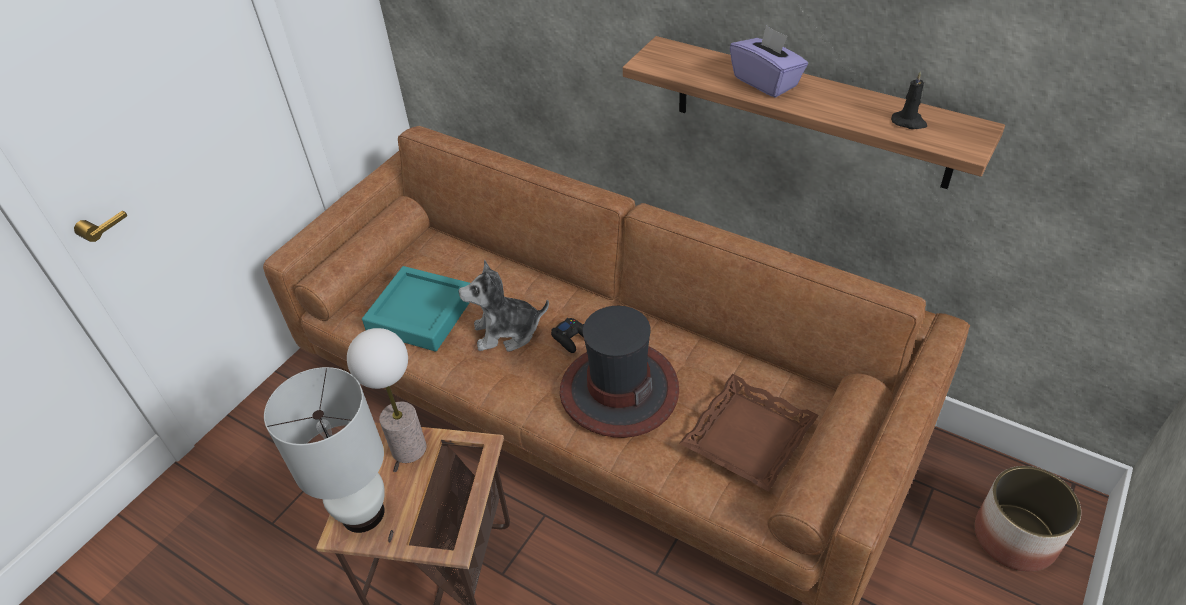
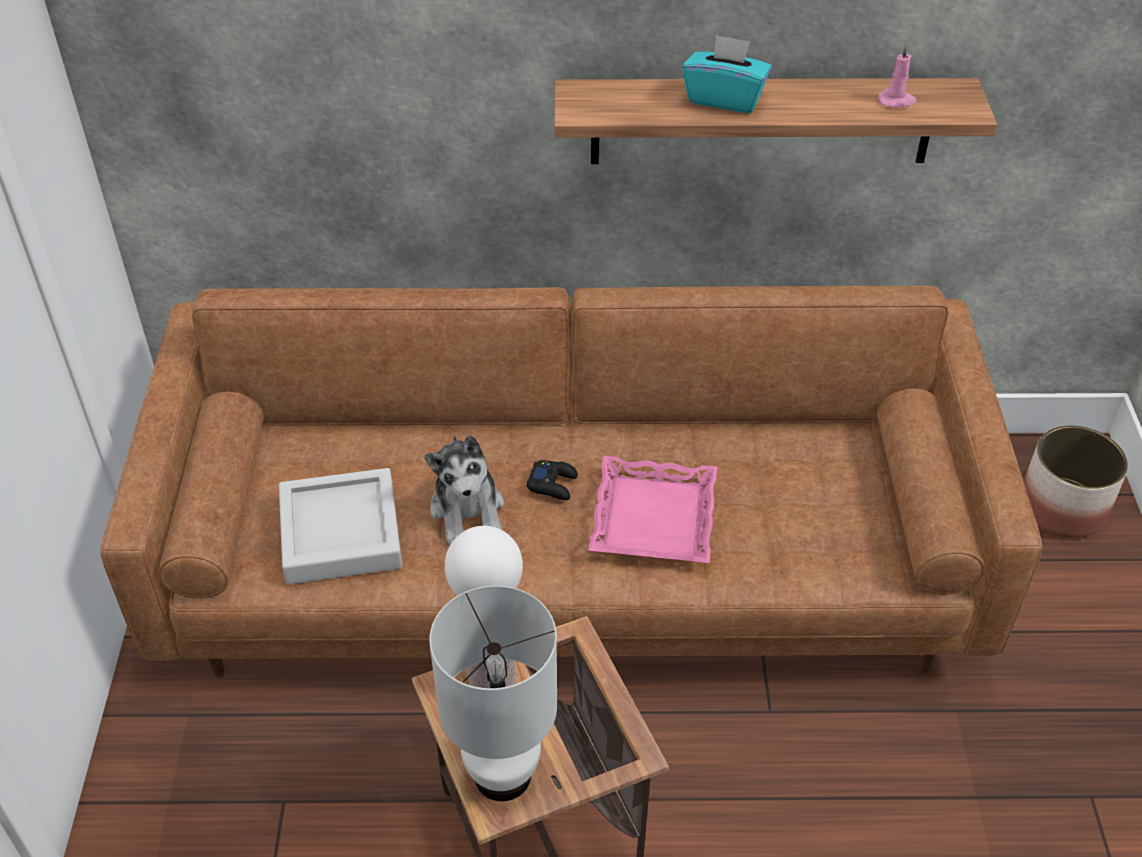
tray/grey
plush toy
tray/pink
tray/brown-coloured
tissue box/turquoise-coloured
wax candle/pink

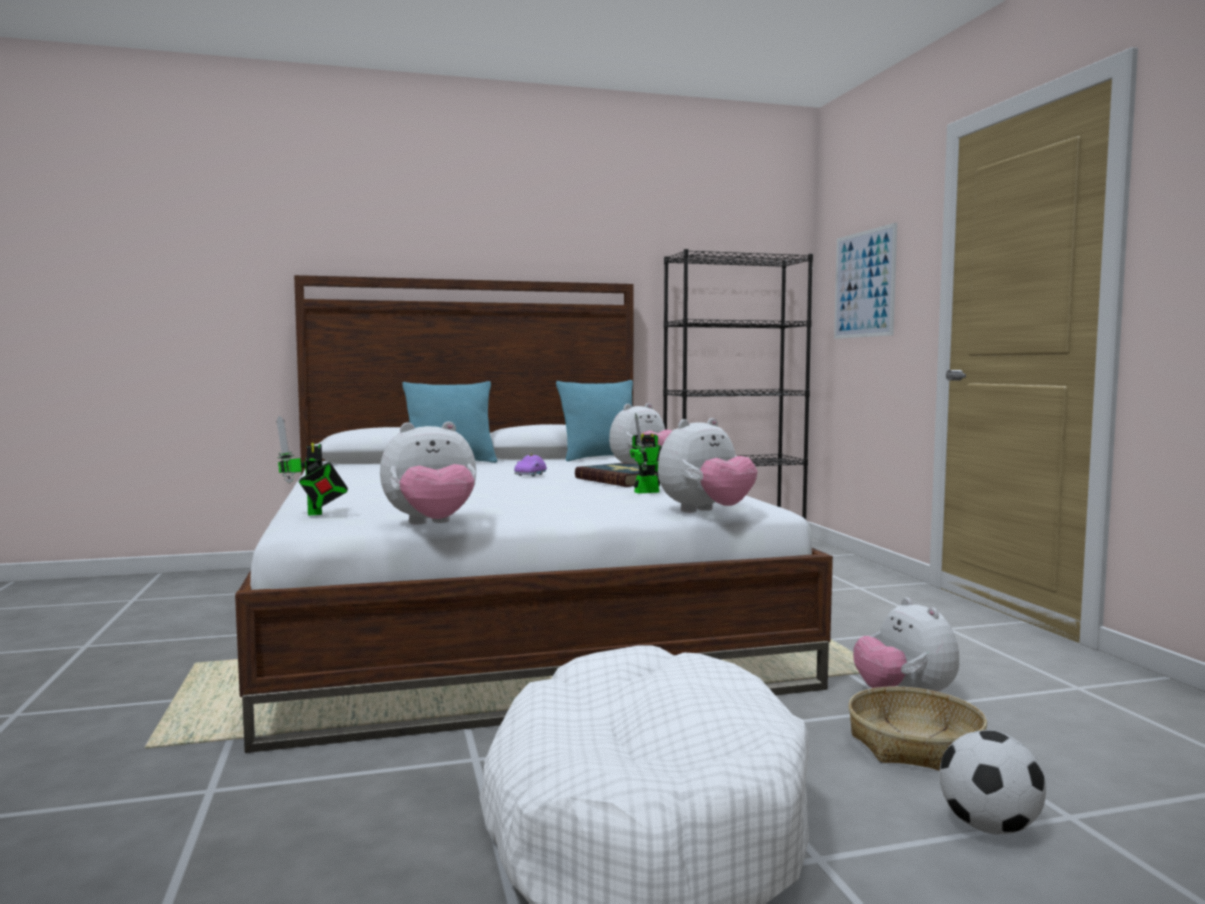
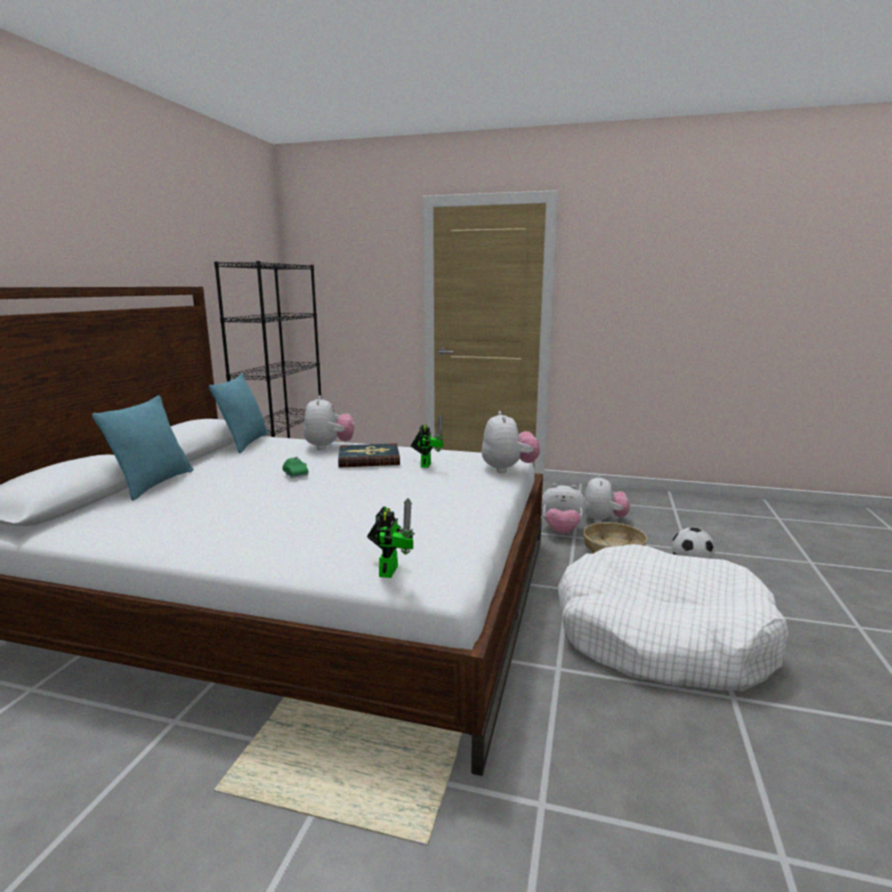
robot figure (no. 1 from left)
plush toy (no. 4 from left)
model car/greenish
wall picture

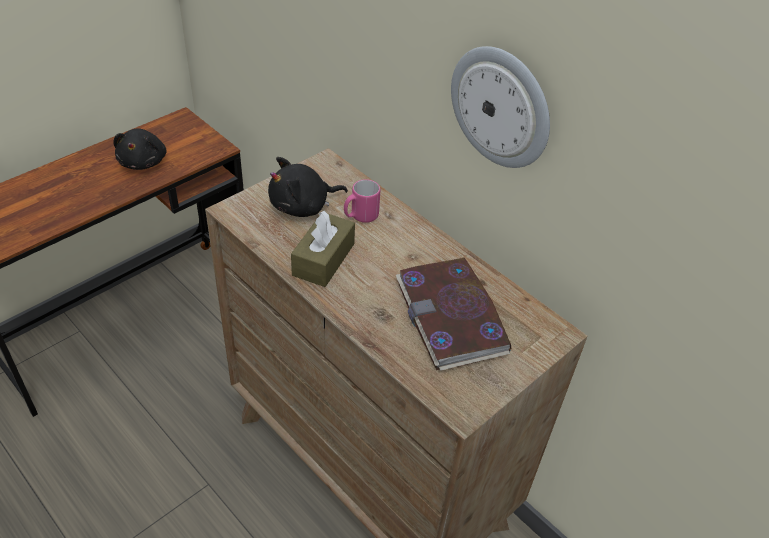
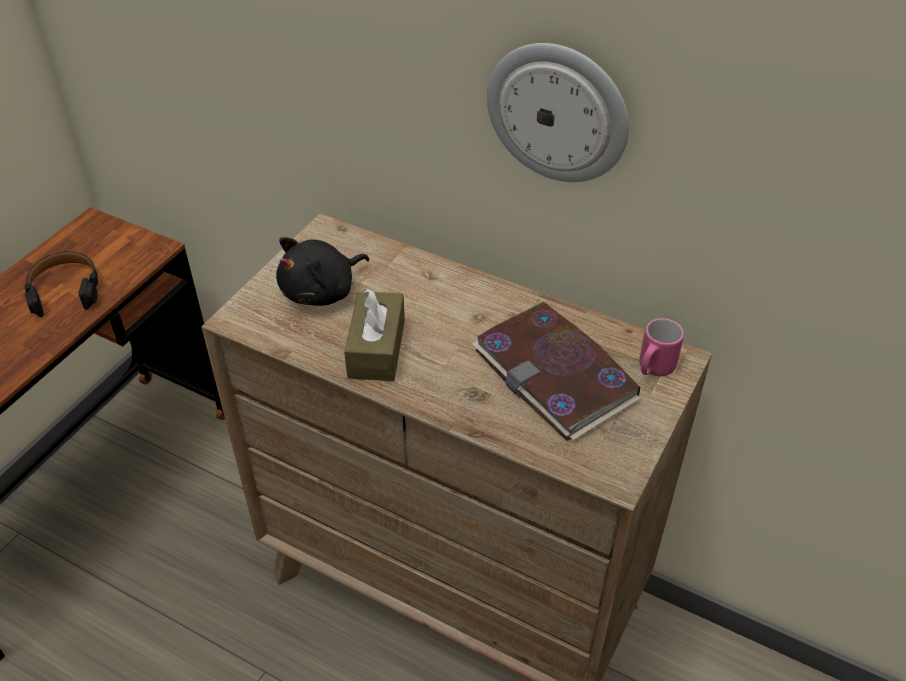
headset/black-coloured
coffee mug/pink

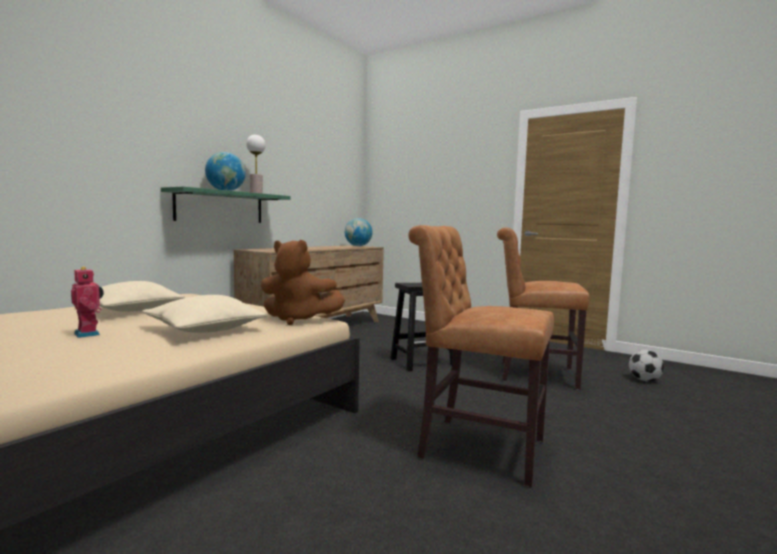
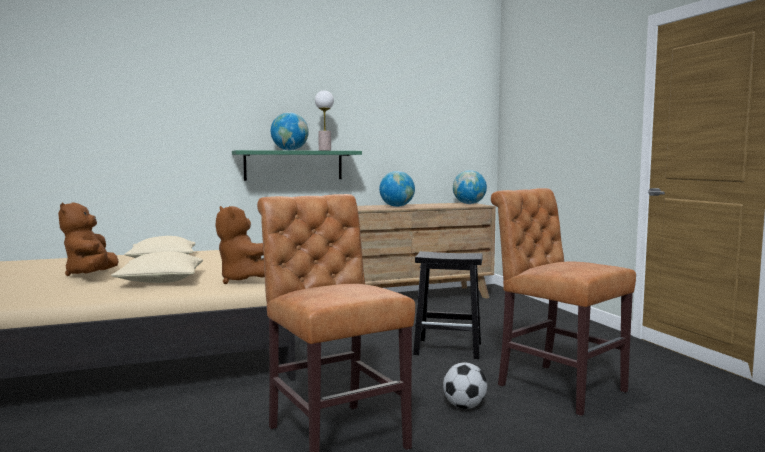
plush toy/brown-coloured (no. 1 from left)
football
desk globe (no. 2 from left)

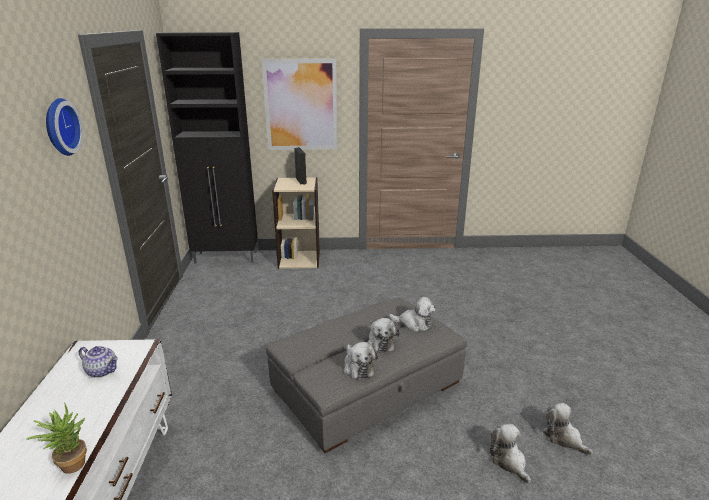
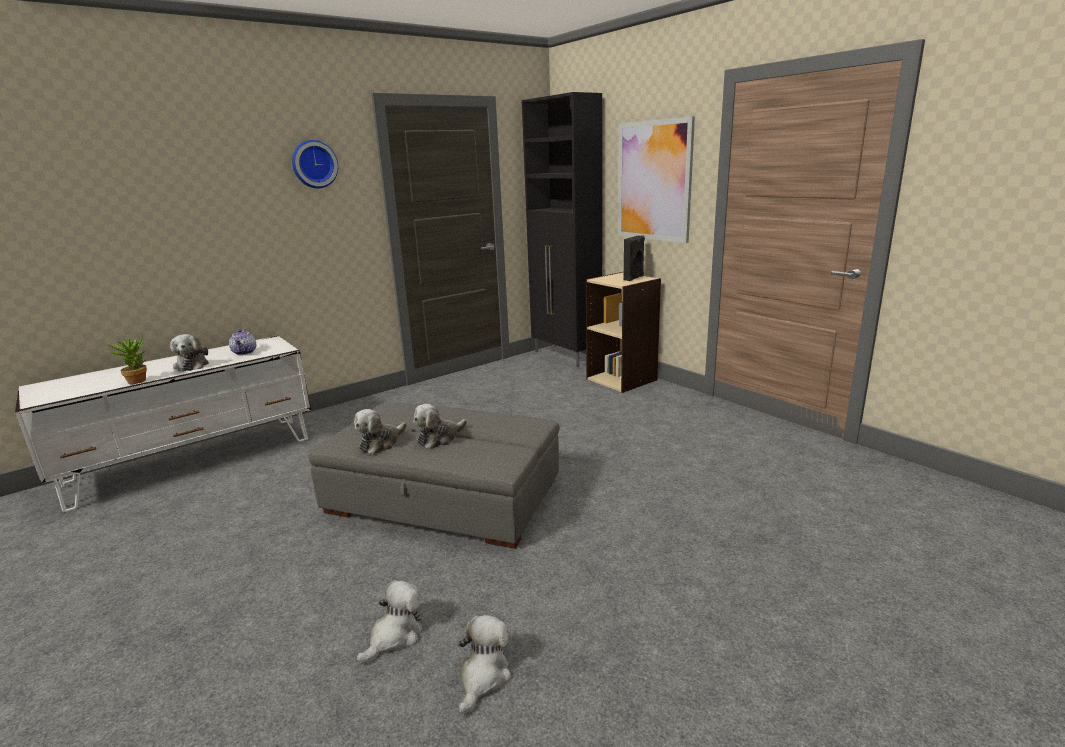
plush toy (no. 1 from left)

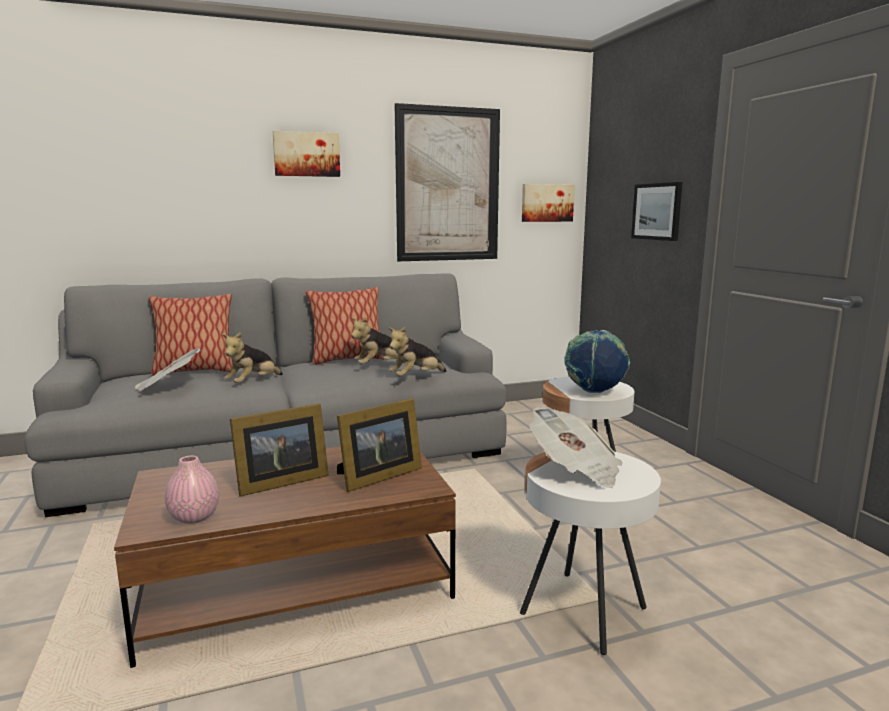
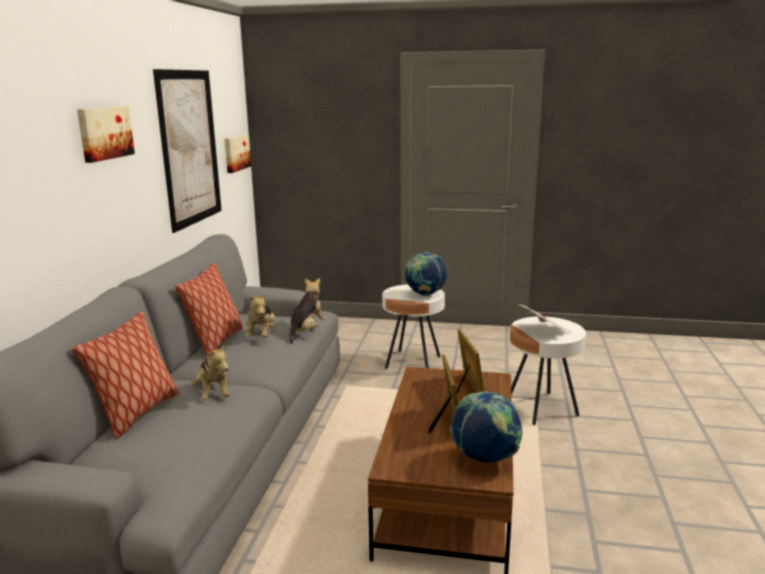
daily paper (no. 1 from left in the first image)
desk globe (no. 2 from left)
plush toy (no. 3 from left)
wall picture (no. 4 from left in the first image)

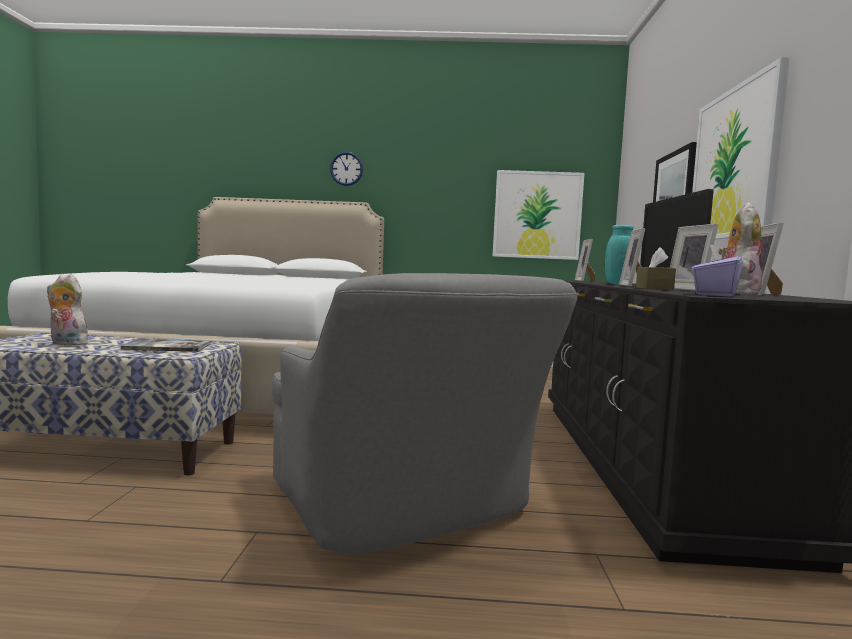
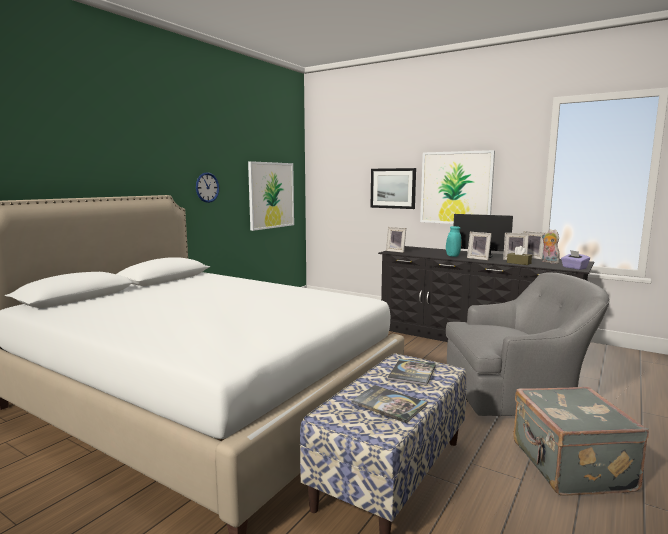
bound book (no. 1 from left)
clock on the wall
piece of luggage/grey

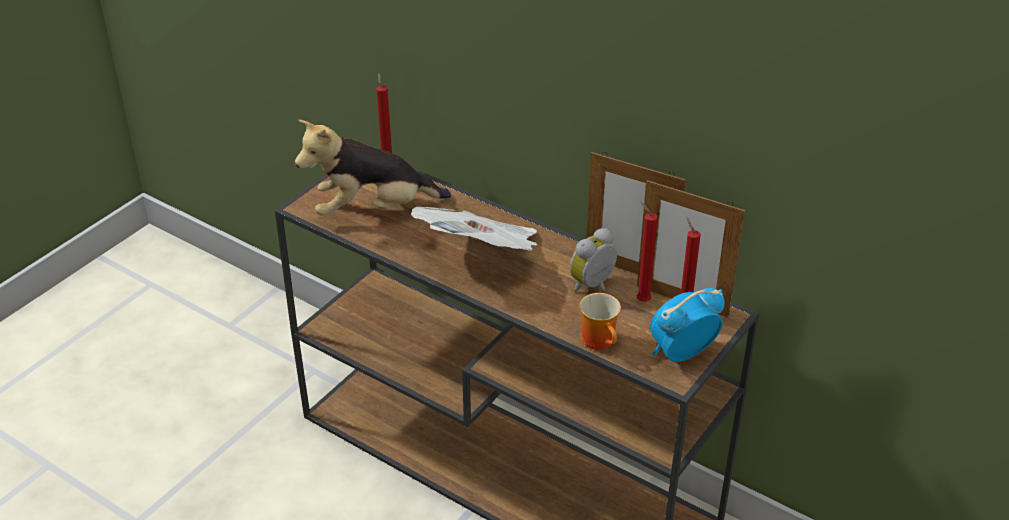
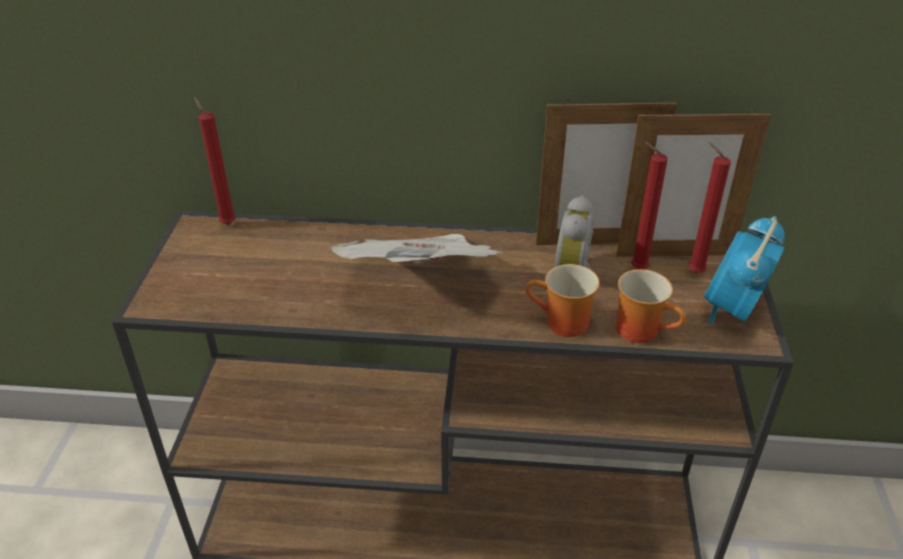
plush toy
coffee mug (no. 1 from left)

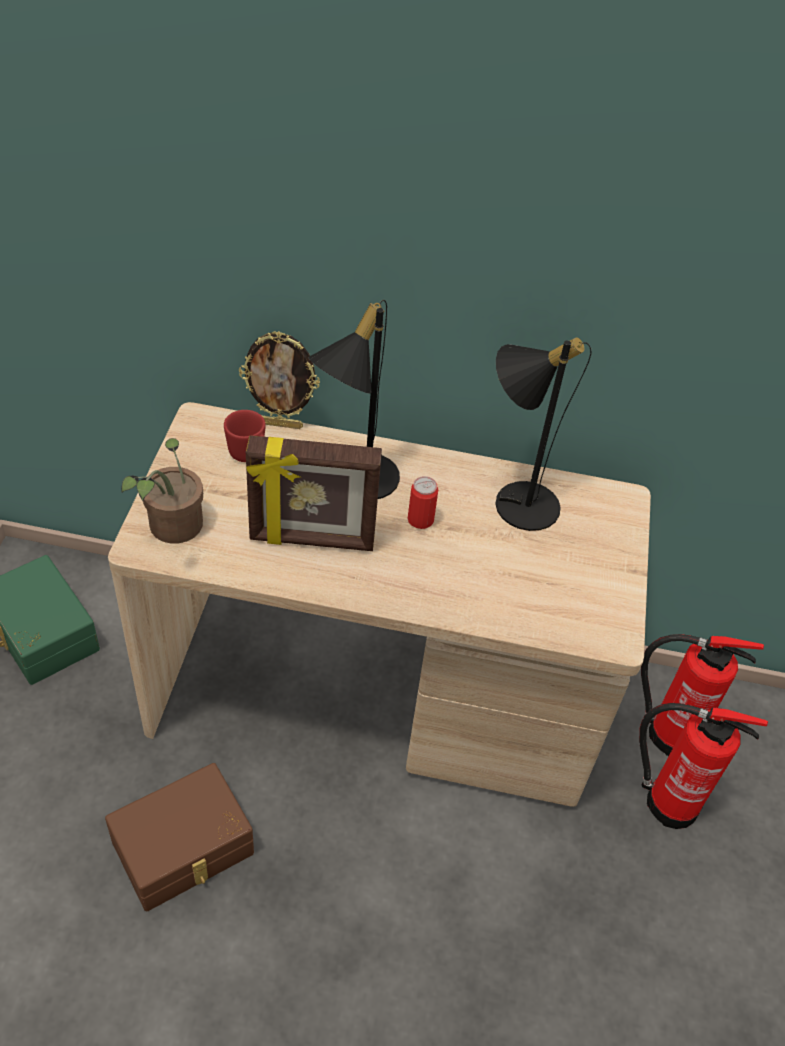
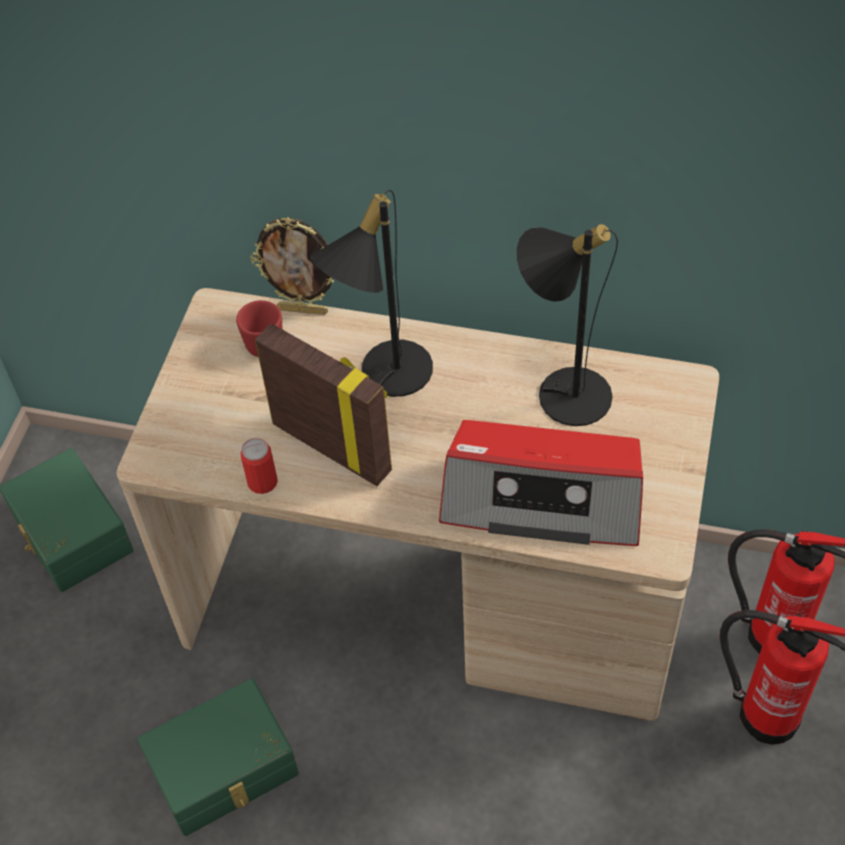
storage box/greenish (no. 2 from left)
plant in a pot
picture frame (no. 2 from left)
can
radio set

